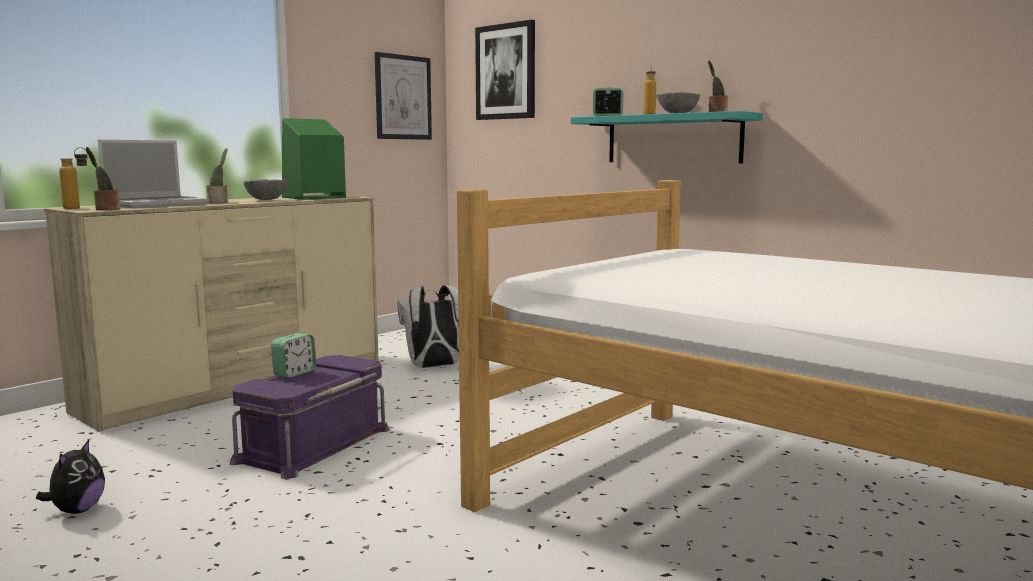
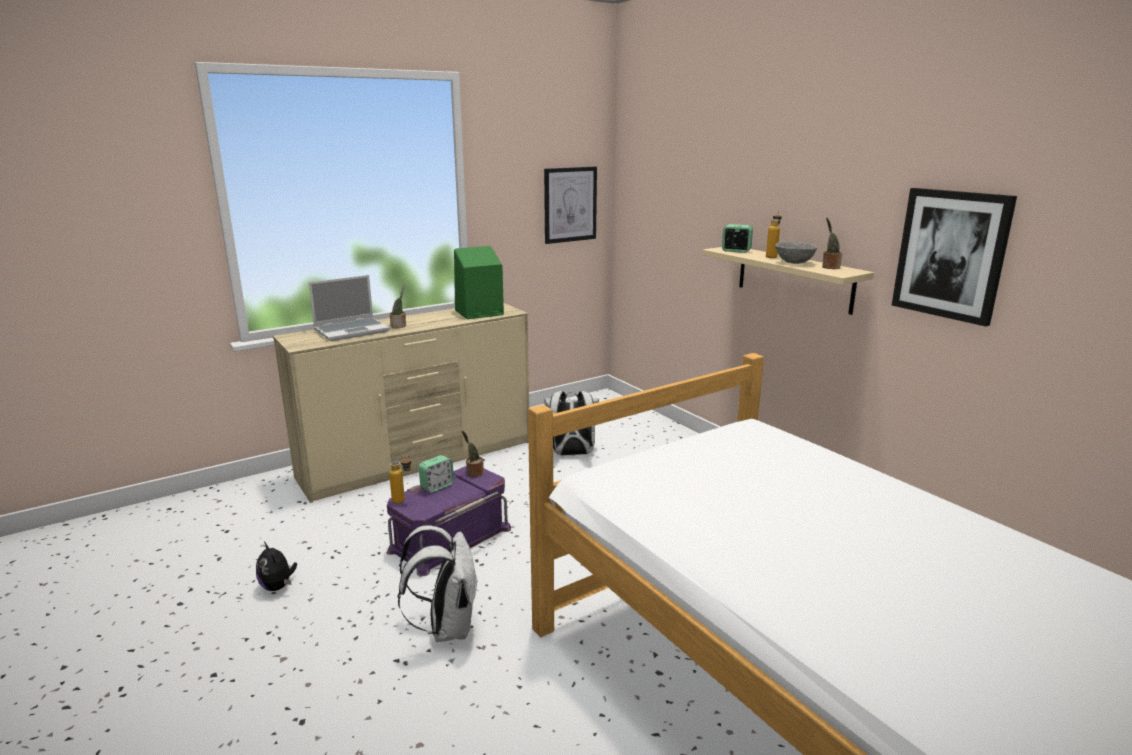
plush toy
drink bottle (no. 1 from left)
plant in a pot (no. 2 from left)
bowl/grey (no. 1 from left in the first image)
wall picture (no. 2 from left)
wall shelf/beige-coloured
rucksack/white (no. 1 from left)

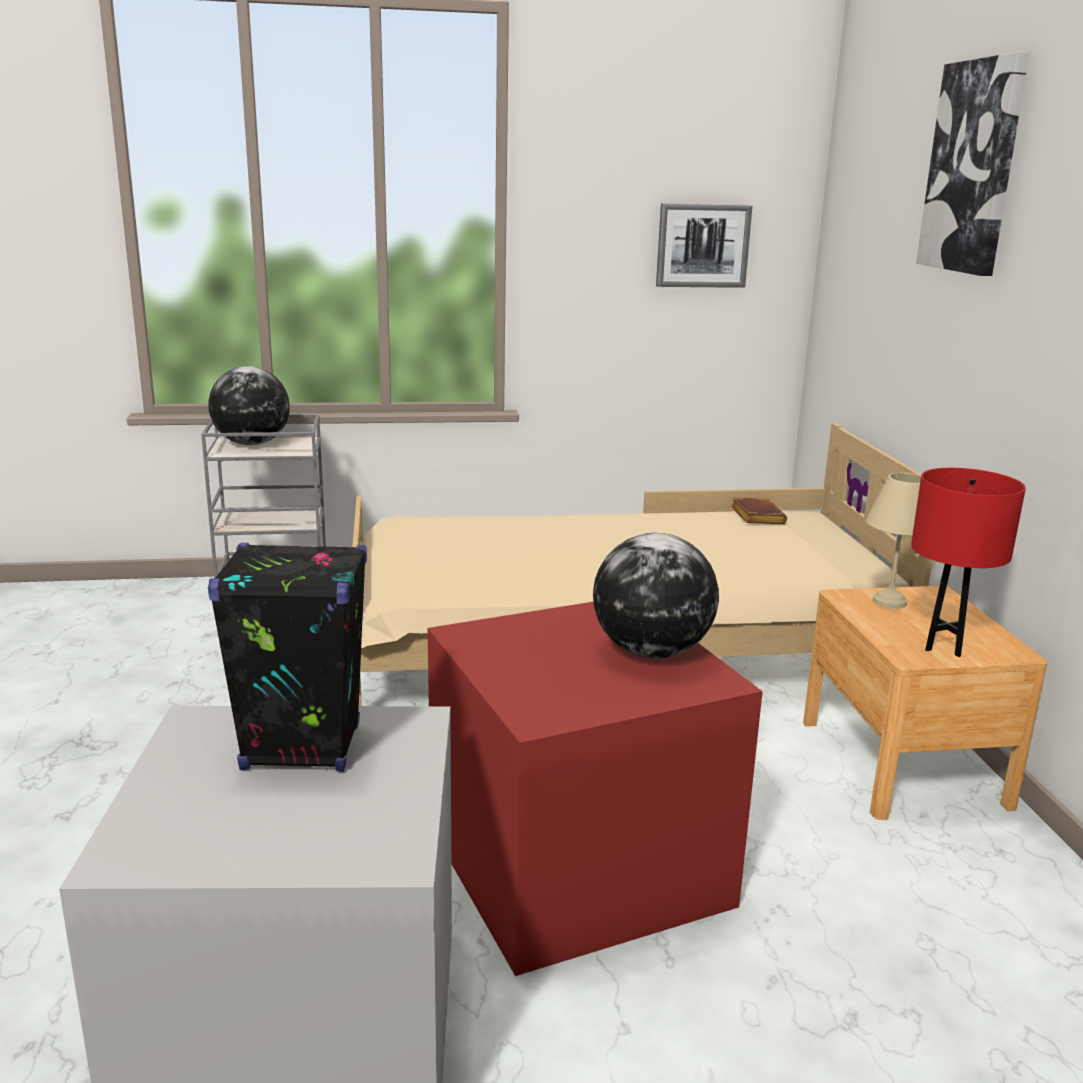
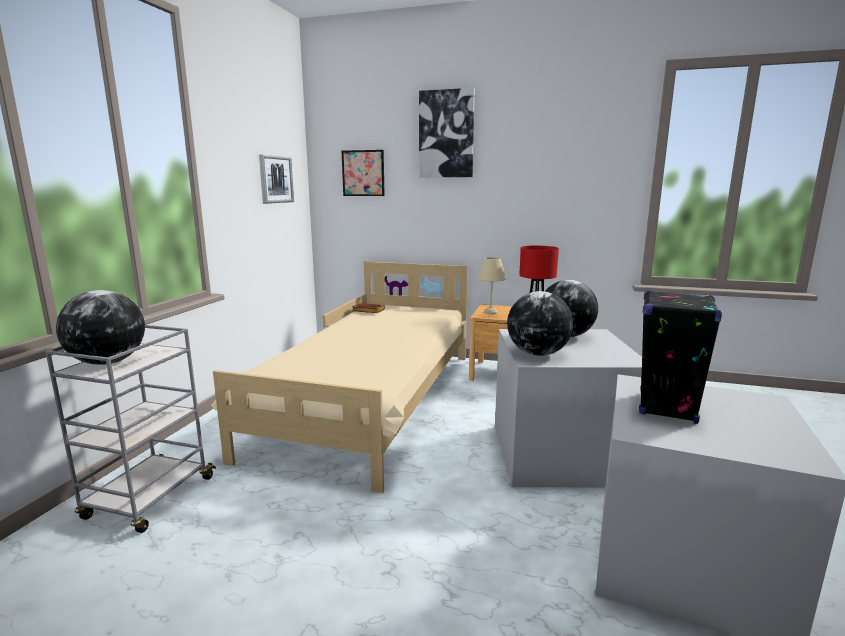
storage box/grey (no. 1 from left)
wall picture (no. 2 from left)
desk globe (no. 2 from left)

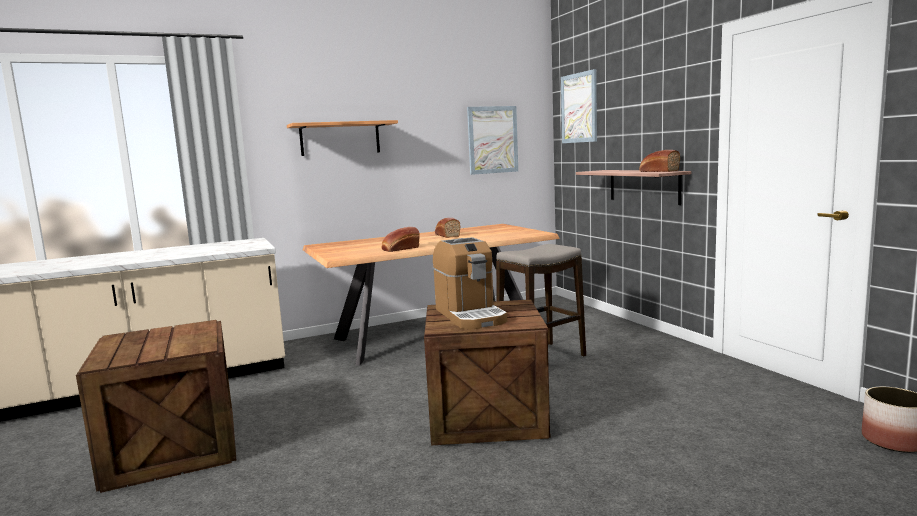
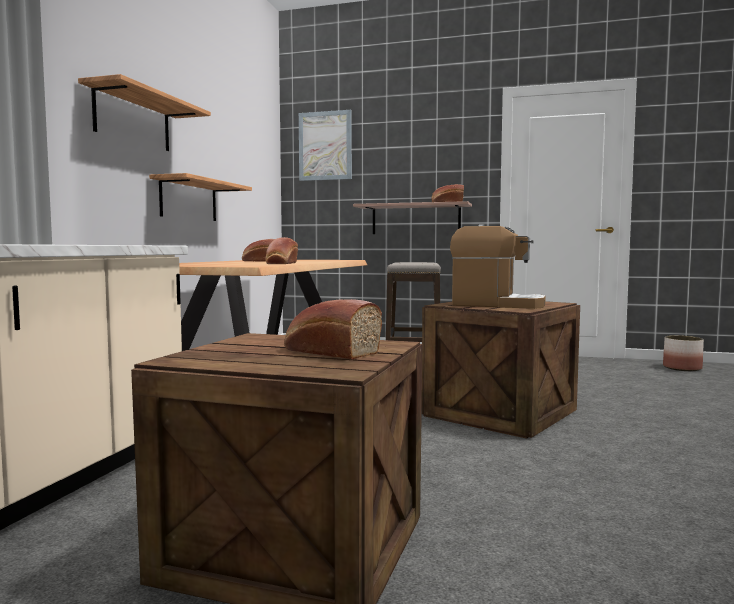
wall picture (no. 1 from left in the first image)
wall shelf (no. 2 from left)
bread (no. 3 from left)

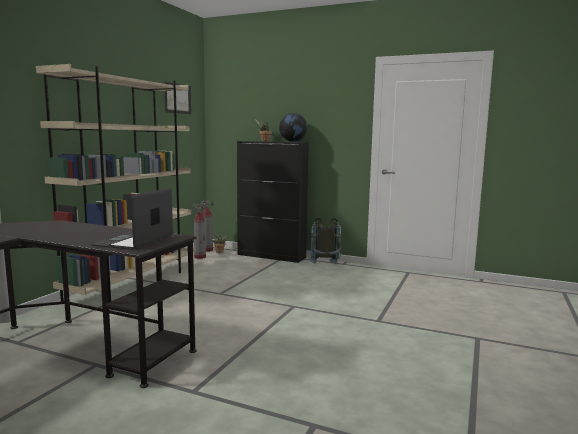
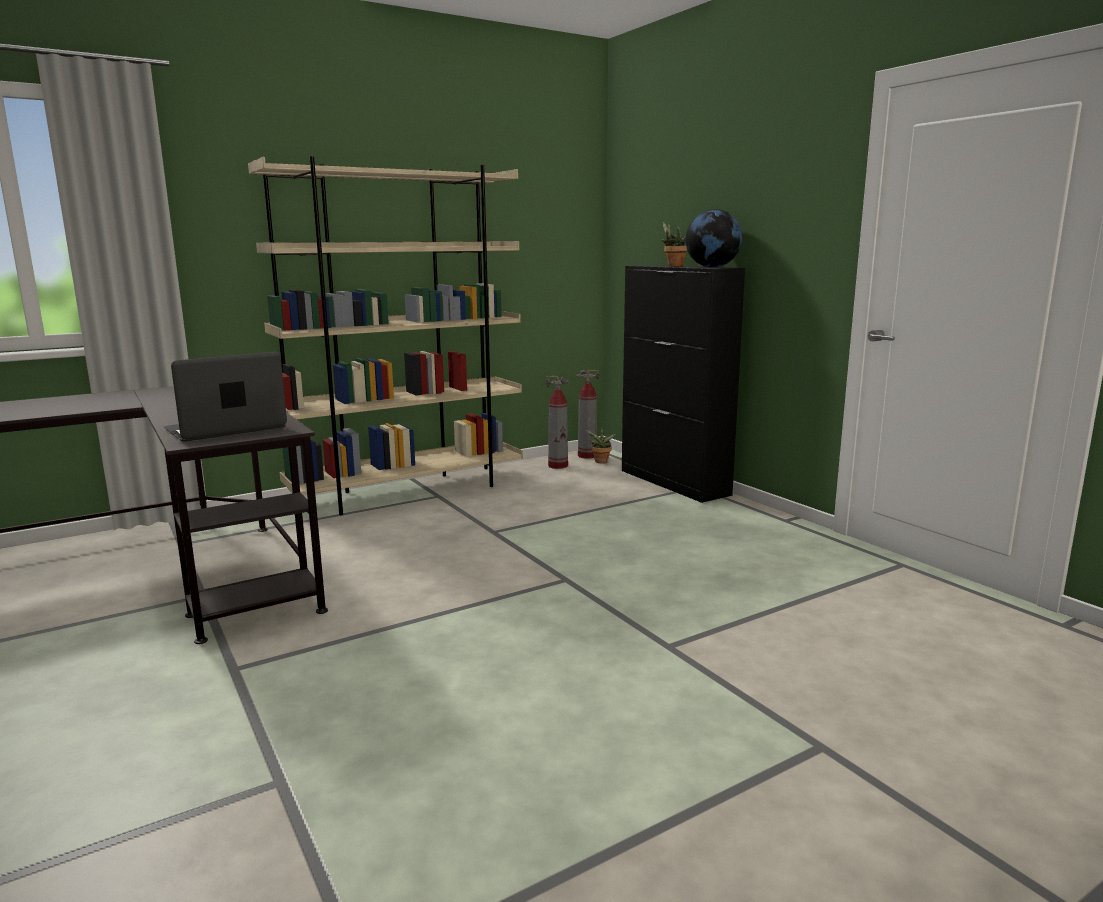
wall picture
rucksack/grey

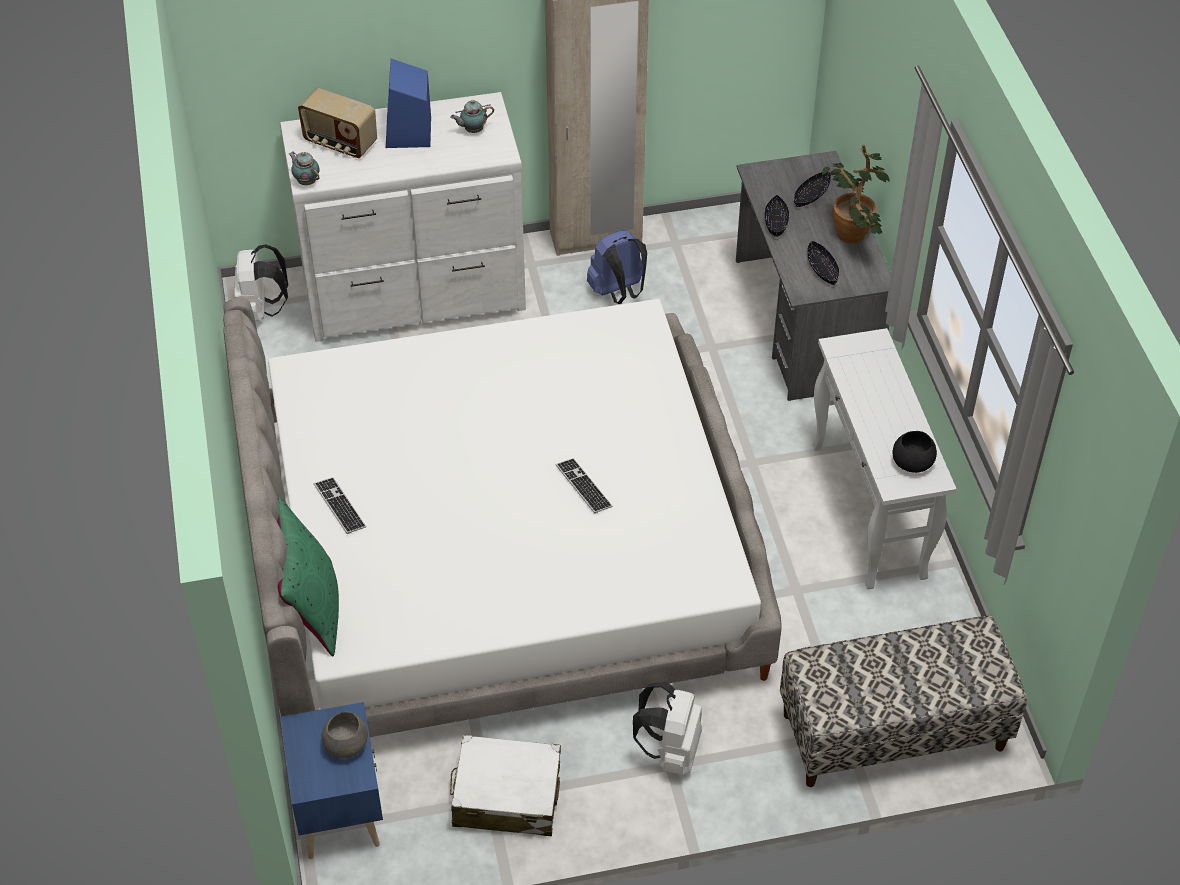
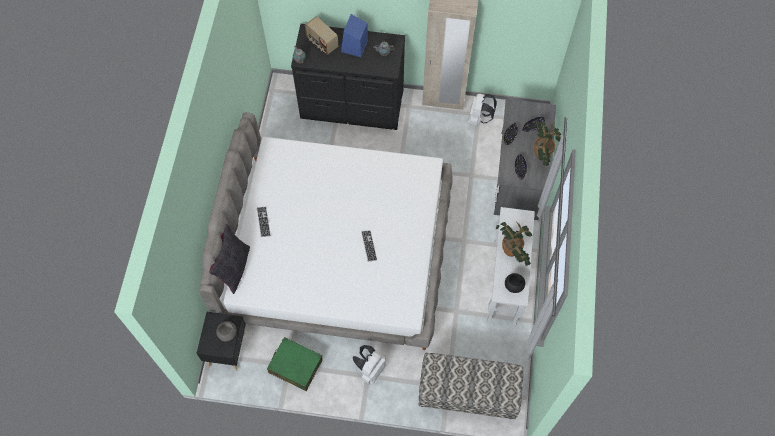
rucksack/white (no. 2 from left)
pillow/black-coloured
dresser/black-coloured
nightstand/black-coloured
piece of luggage/greenish
rucksack/blue-coloured
plant in a pot (no. 1 from left)

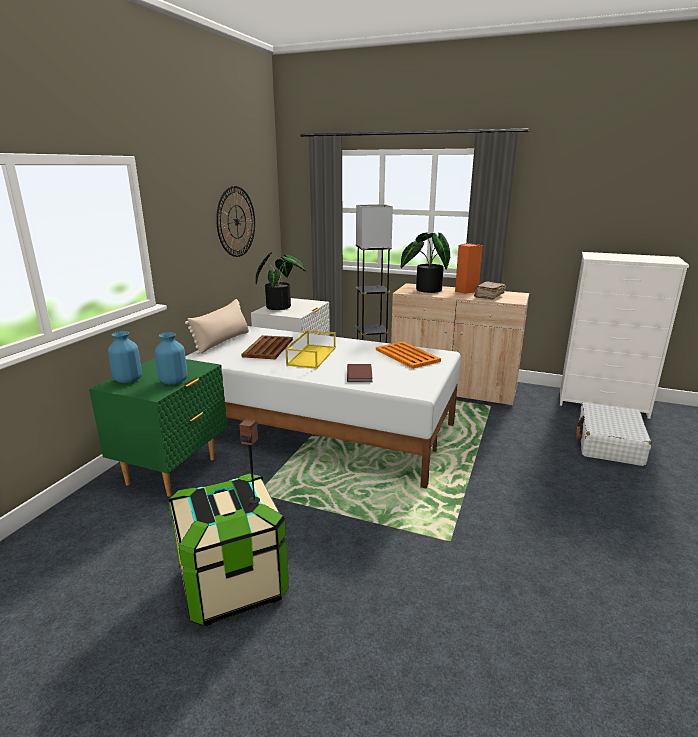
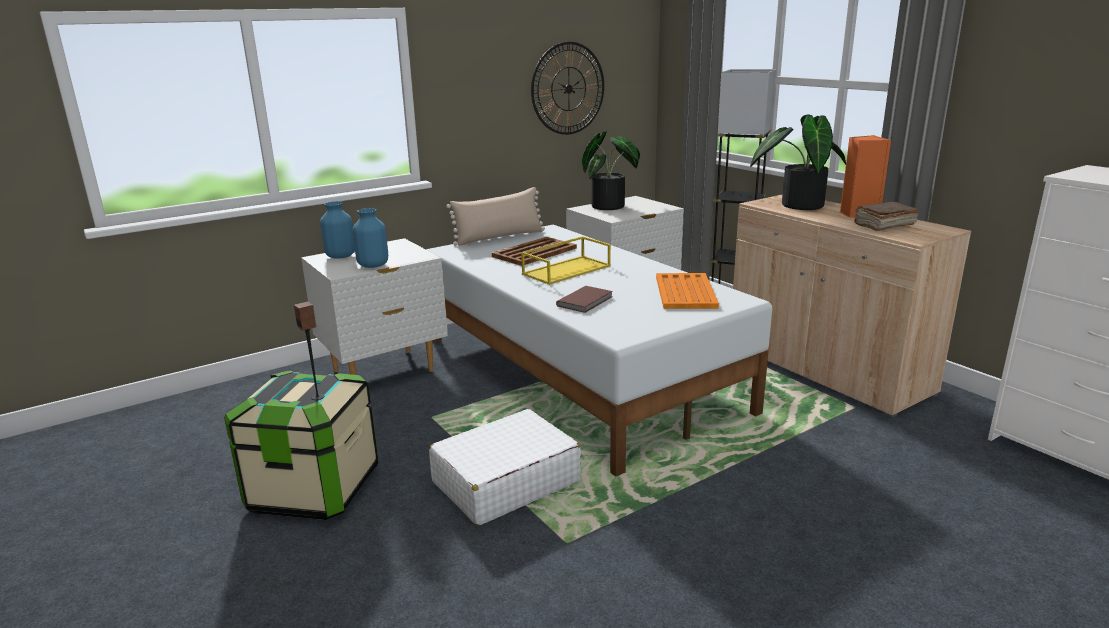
nightstand/white (no. 1 from left)
piece of luggage/white

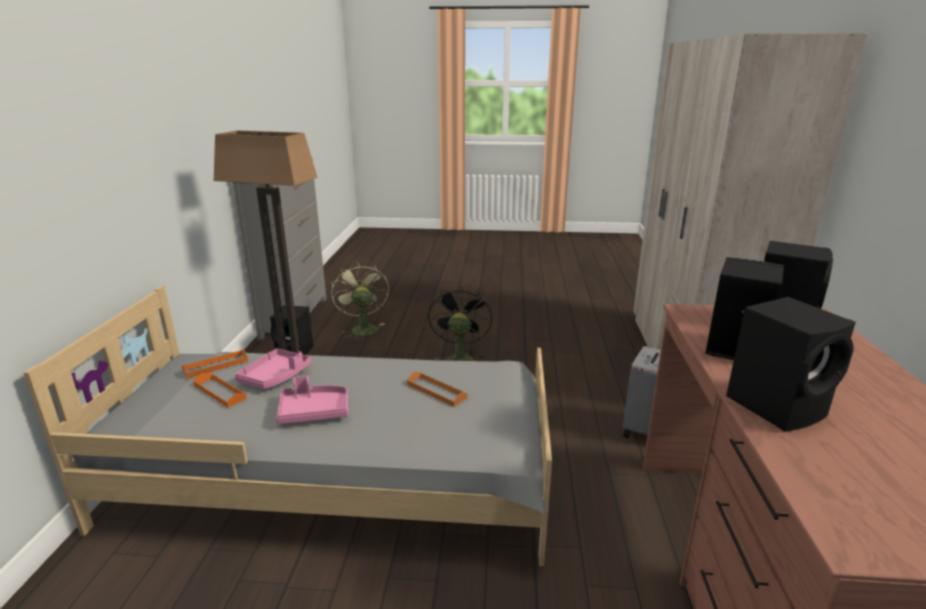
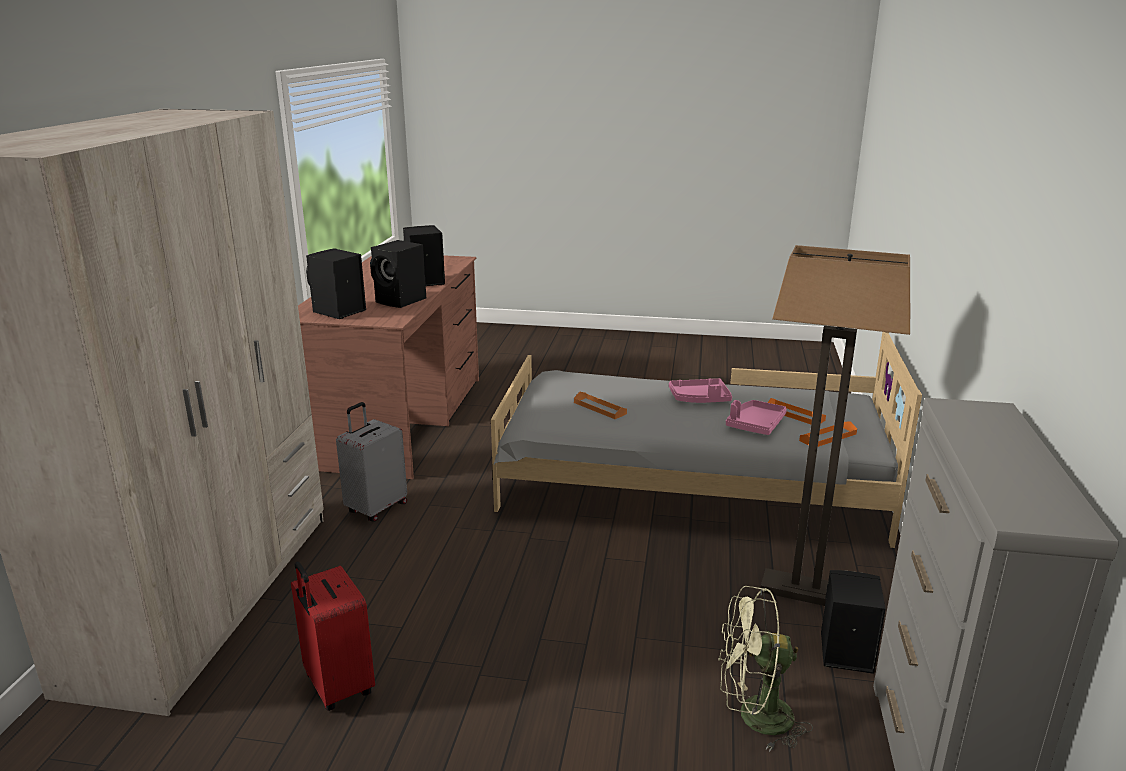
fan/greenish
fan/black-coloured
piece of luggage/red

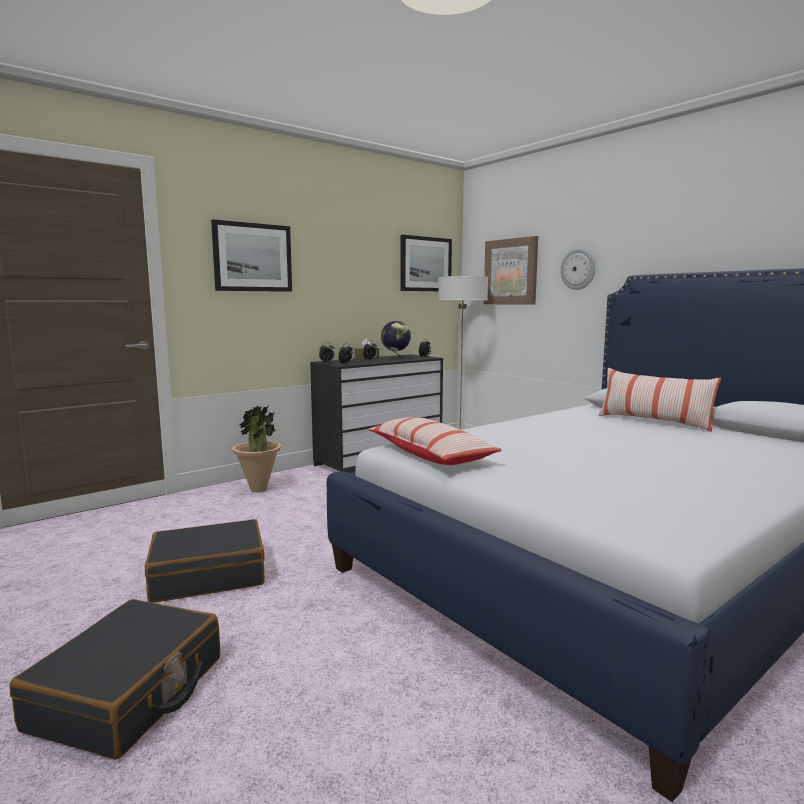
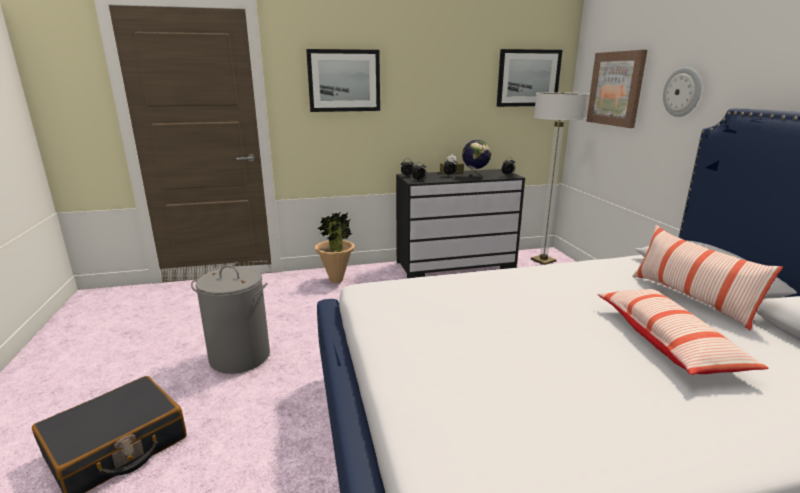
hamper/grey
pillow (no. 1 from left)

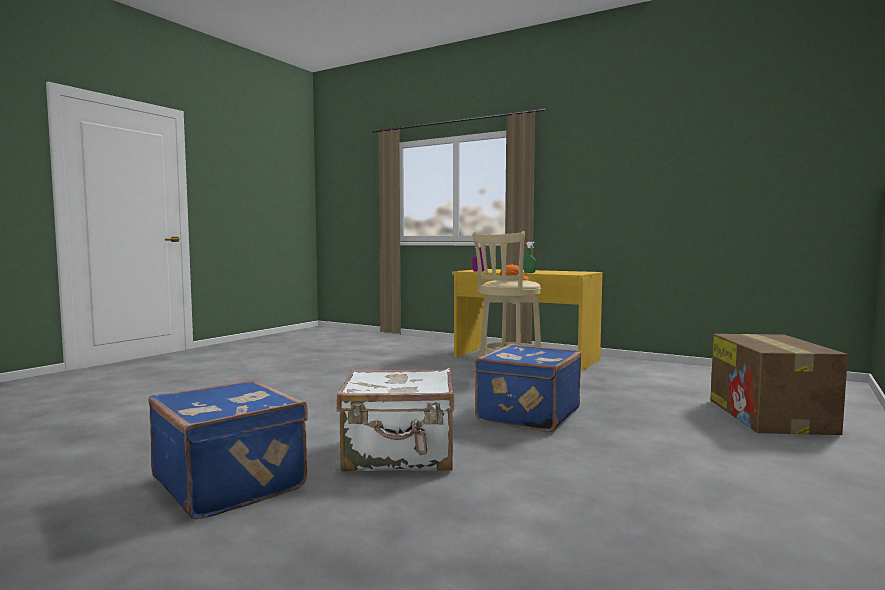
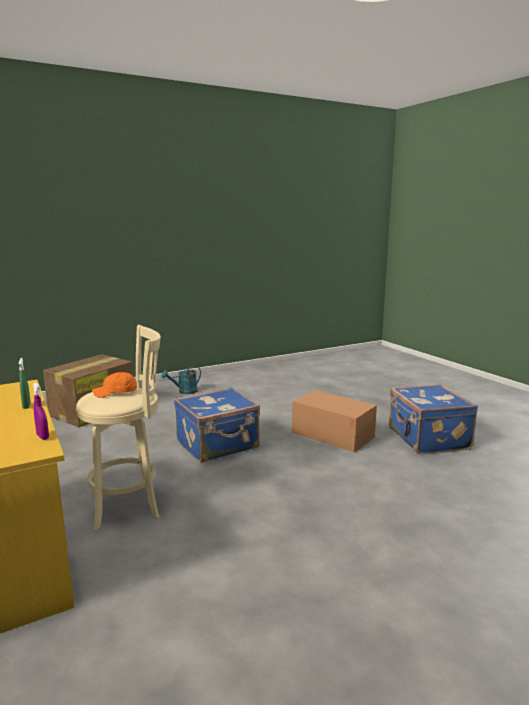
packing box (no. 2 from left)
sprinkling can/turquoise-coloured

